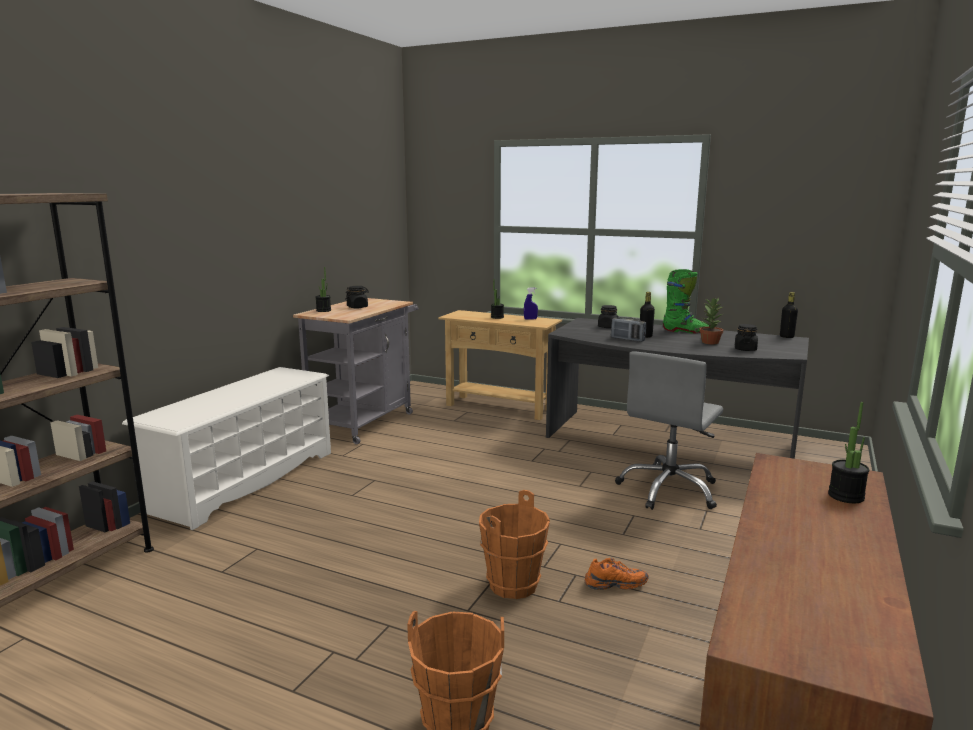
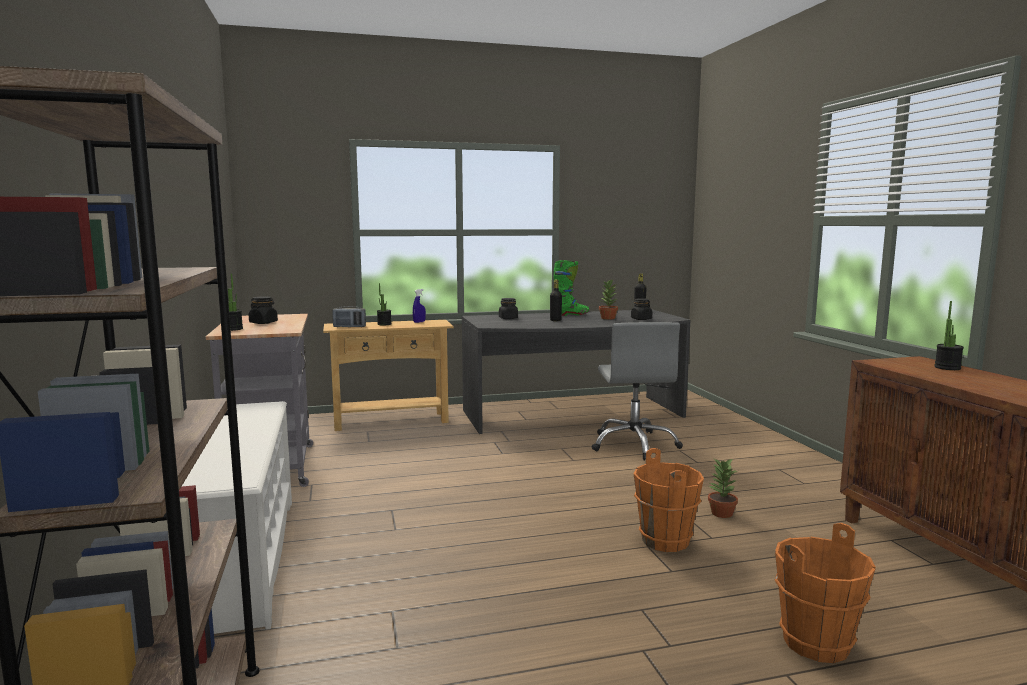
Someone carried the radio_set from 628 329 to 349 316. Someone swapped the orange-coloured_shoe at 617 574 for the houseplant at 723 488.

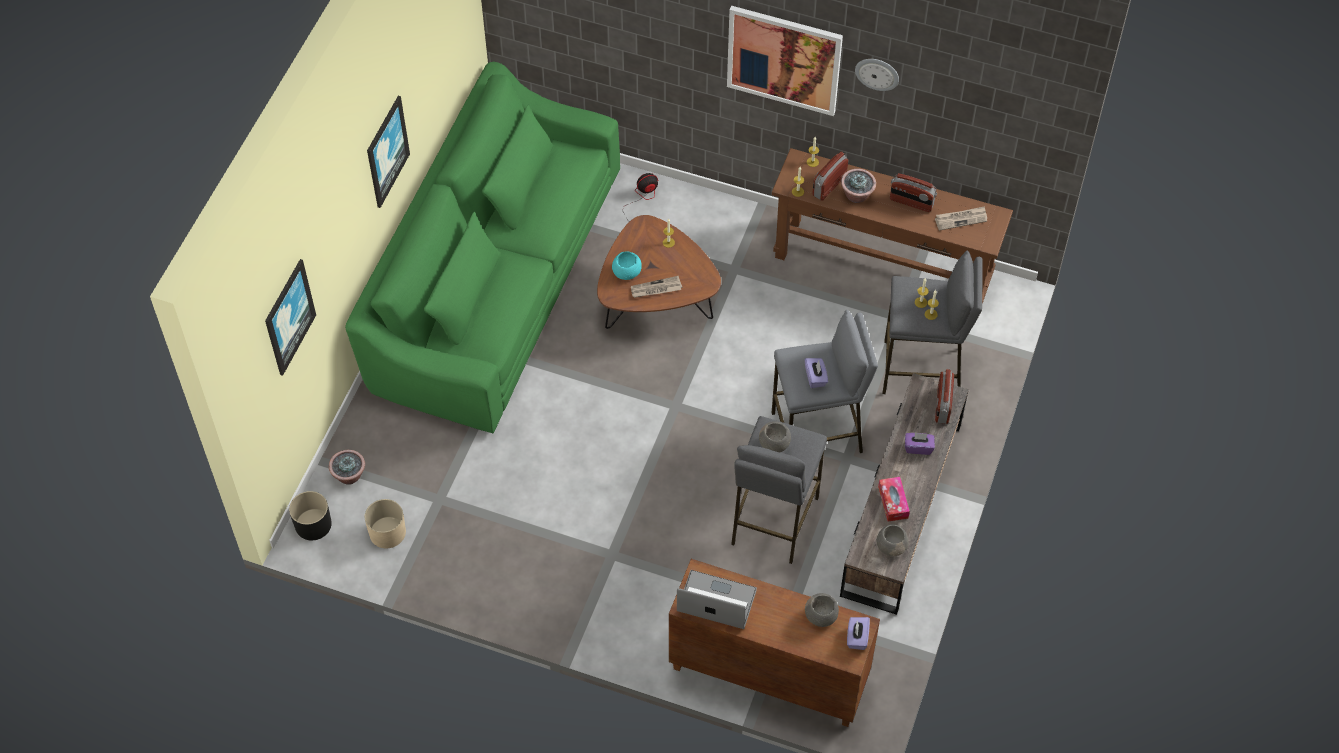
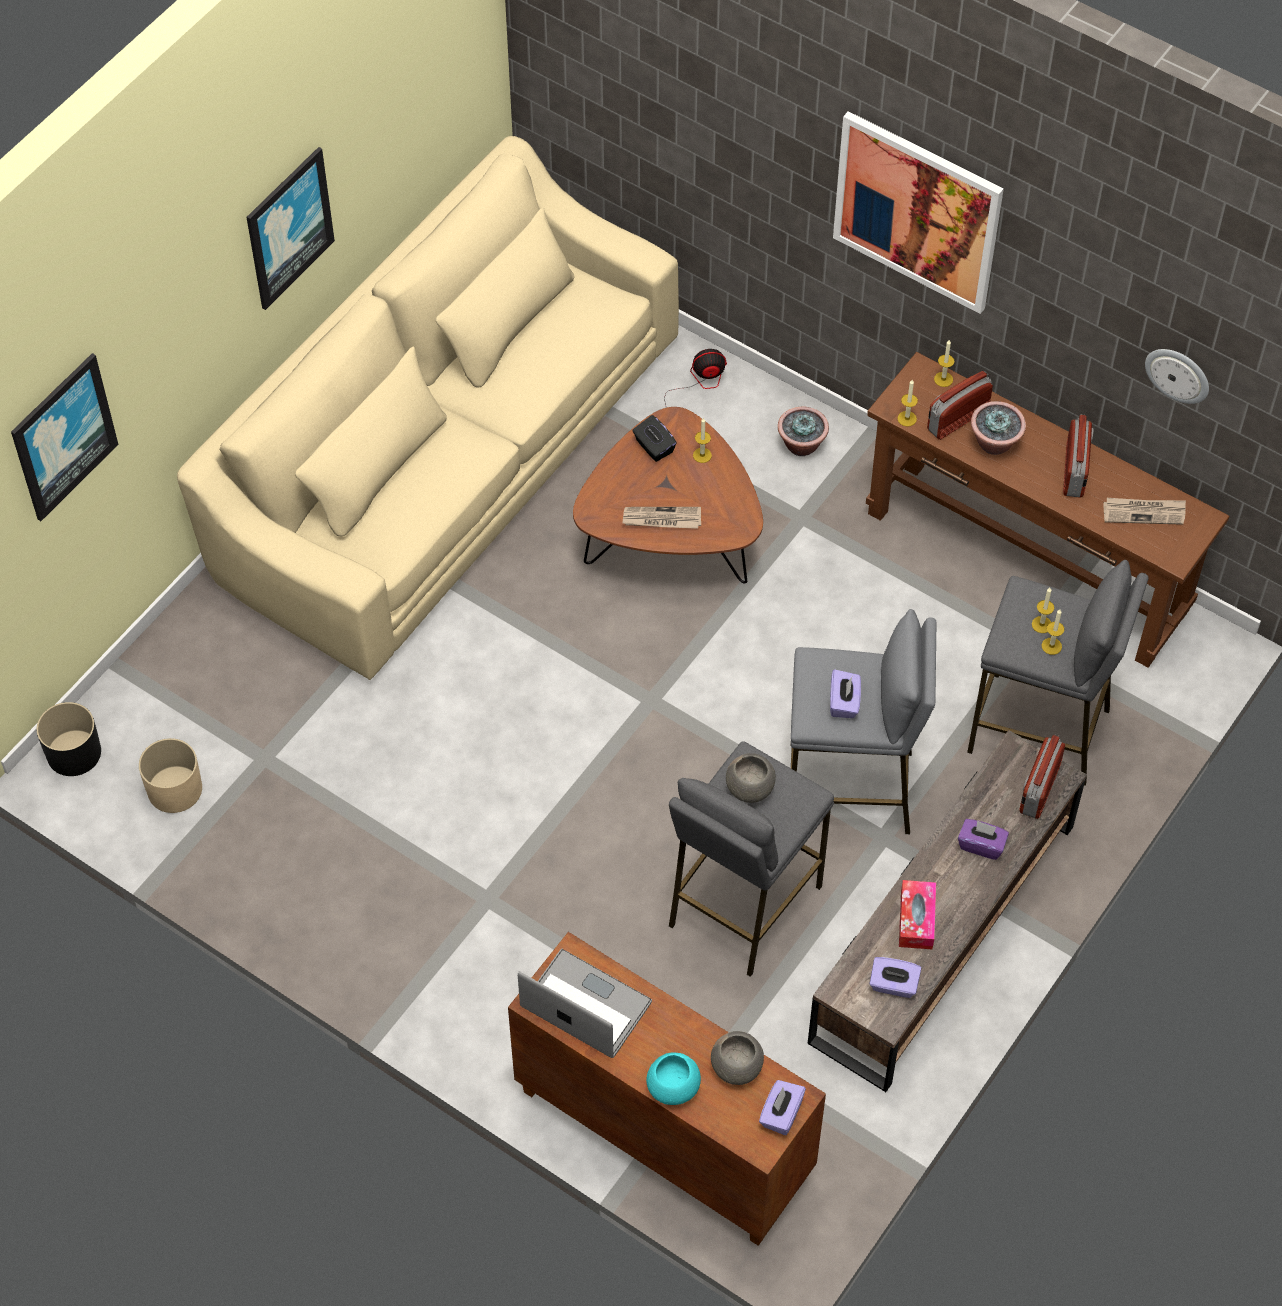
Someone carried the hanging_clock from 877 75 to 1177 376. Someone repainted the green-coloured_sofa at 482 247, which became the beige-coloured_sofa at 428 408. Someone rotated the radio_set at 913 192 by 120 degrees counterclockwise. Someone carried the blue-green_bowl from 627 266 to 673 1079. Someone carried the houseplant from 347 467 to 803 431. Someone swapped the grey_bowl at 893 540 for the purplish_tissue_box at 895 977. Someone put down the black-coloured_tissue_box at 655 438.

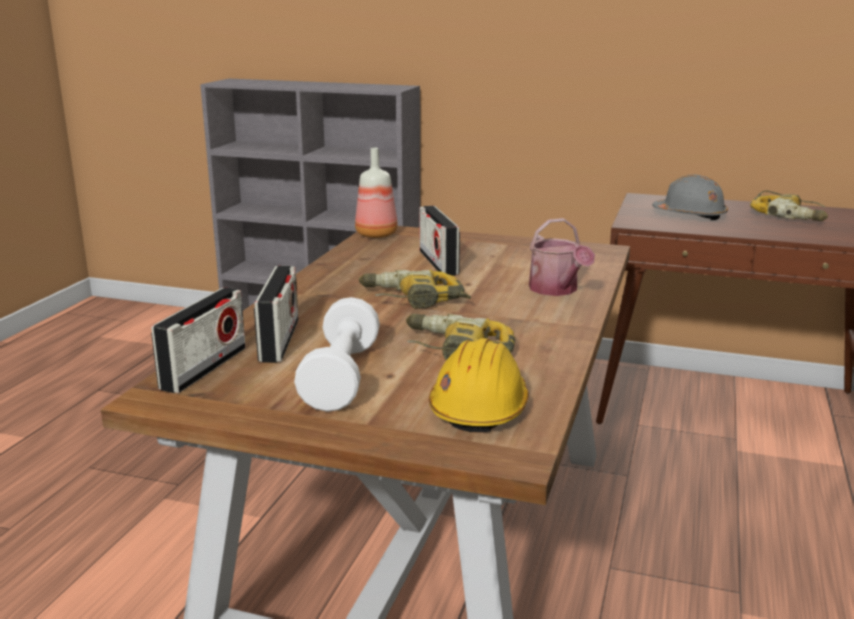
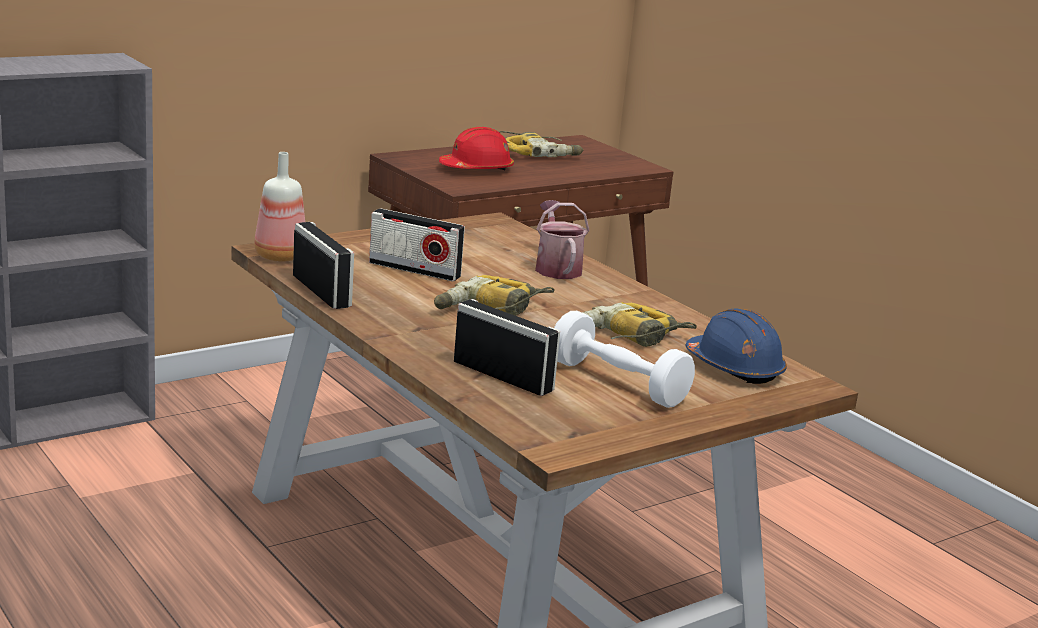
Someone repainted the grey_hard_hat at 690 197, which became the reddish_hard_hat at 476 148. Someone rotated the watering_pot at 562 257 by 120 degrees counterclockwise. Someone carried the radio_set from 198 340 to 323 265. Someone repainted the yellowish_hard_hat at 479 385, which became the blue_hard_hat at 736 346.

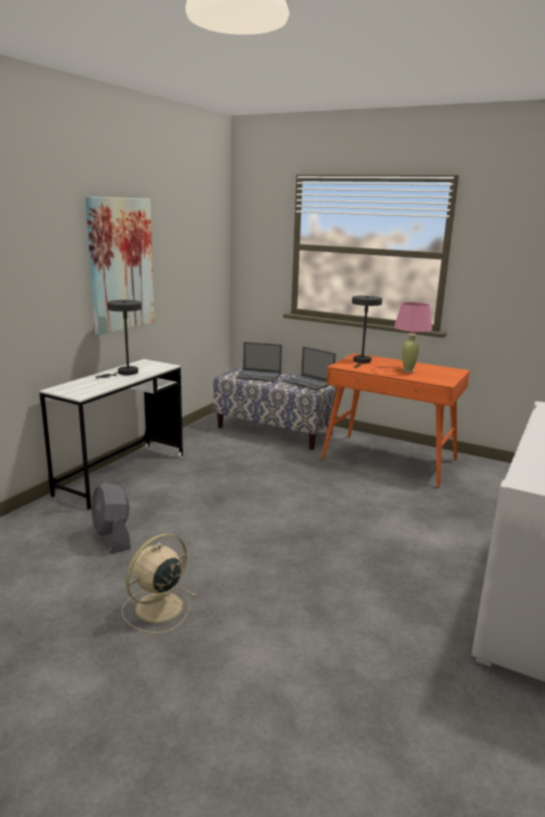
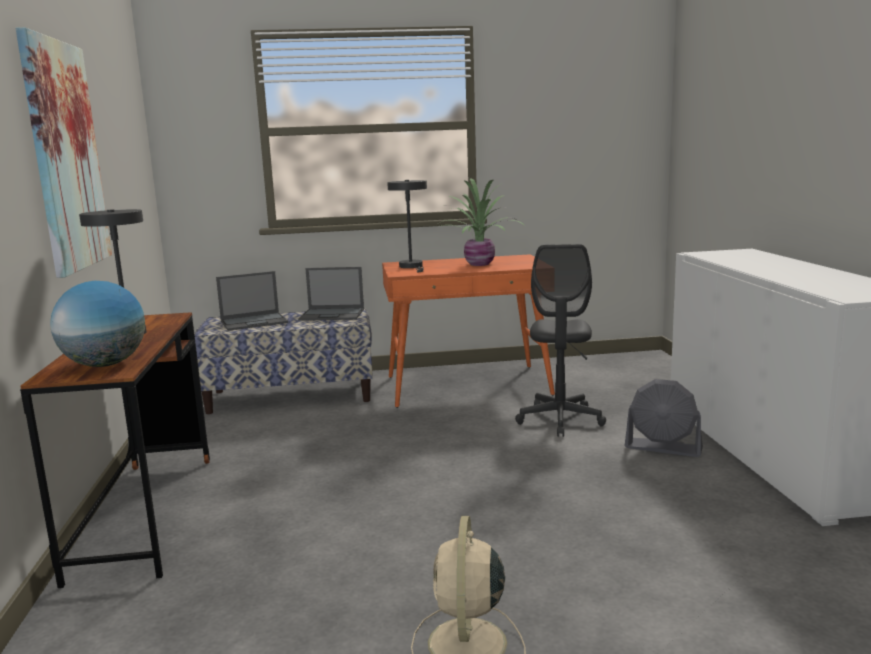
Someone swapped the pink-coloured_tabletop_lamp at 413 337 for the houseplant at 482 222. Someone repainted the white-coloured_desk_table at 112 434, which became the brown-coloured_desk_table at 115 450. Someone carried the grey_electric_fan from 111 518 to 663 418. Someone put down the grey_computer_chair at 560 340. Someone put down the globe at 97 324.

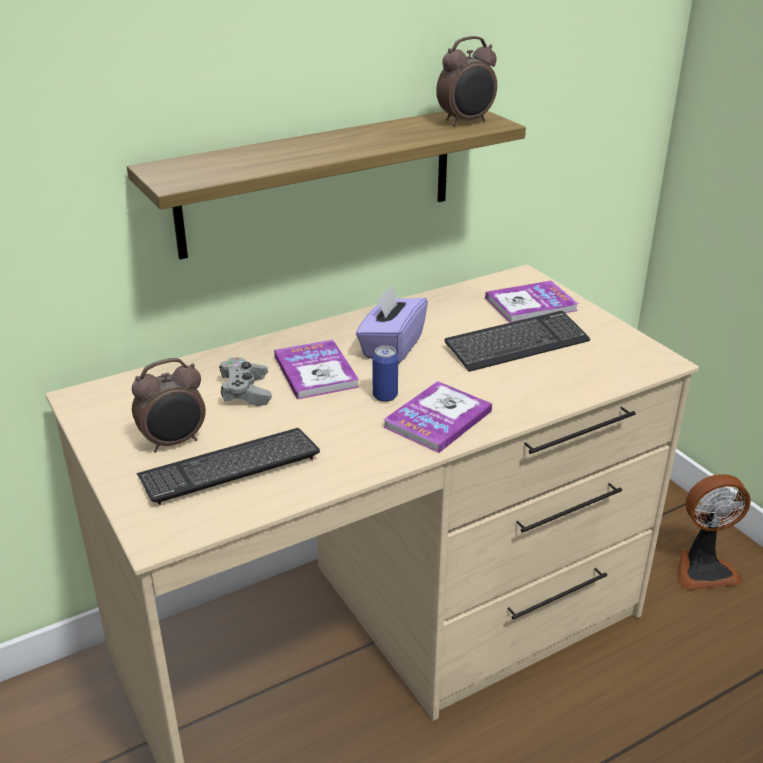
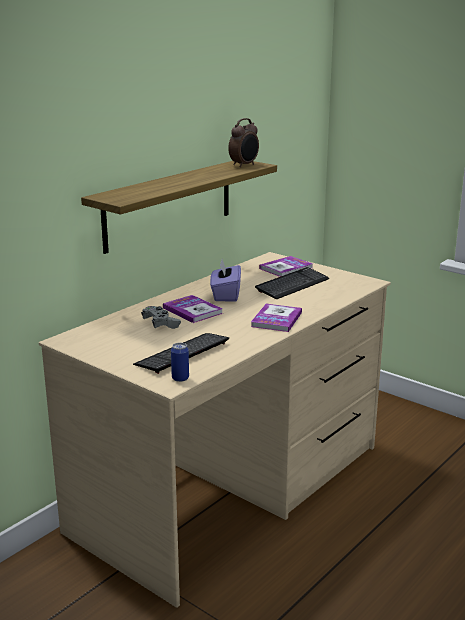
Someone carried the can from 385 374 to 180 362. Someone took away the alarm_clock at 169 405. Someone took away the electric_fan at 714 532.

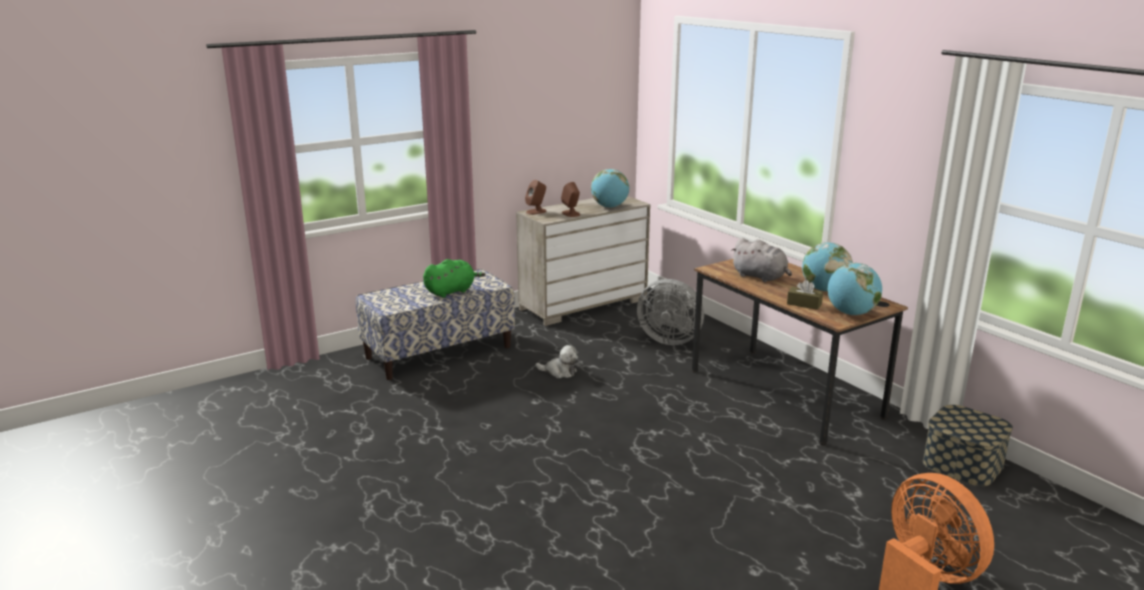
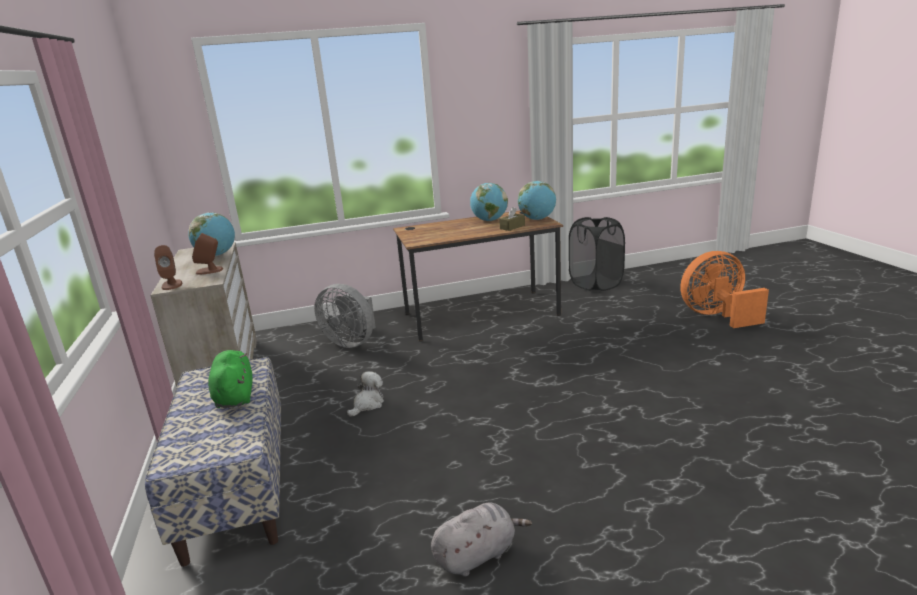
Someone carried the grey_cuddly_toy from 761 260 to 481 539. Someone rotated the grey_electric_fan at 670 312 by 75 degrees clockwise. Someone swapped the storage_box at 968 445 for the black-coloured_laundry_basket at 597 254.

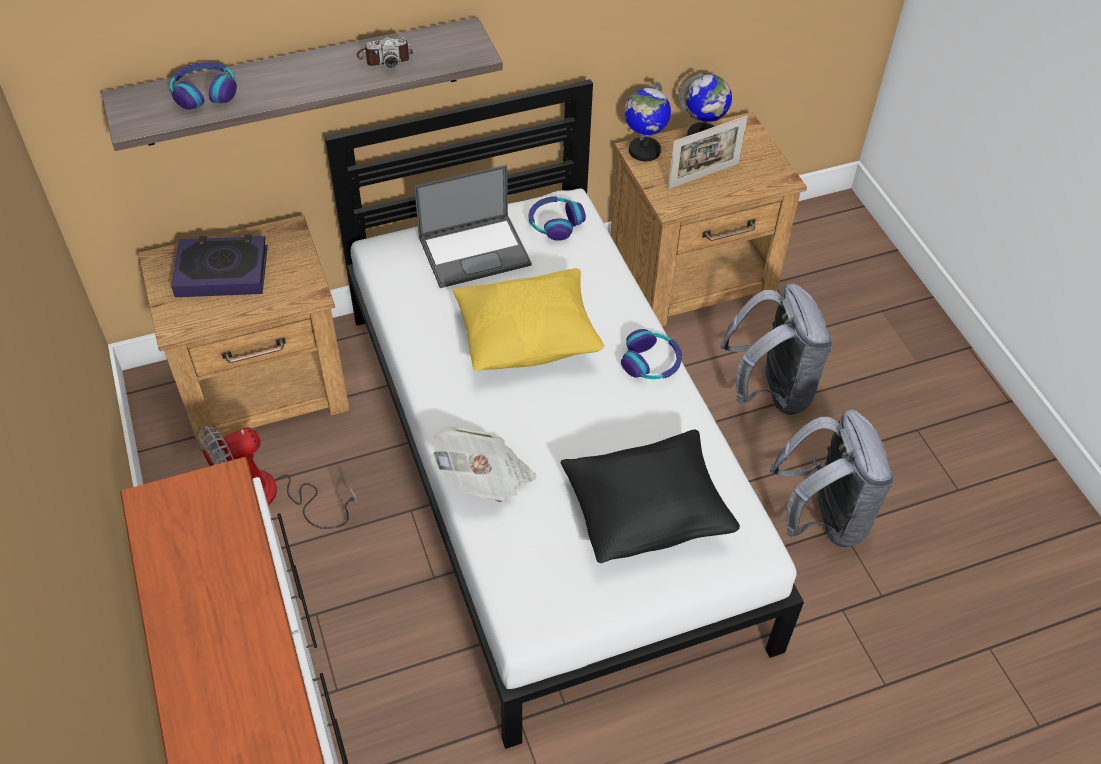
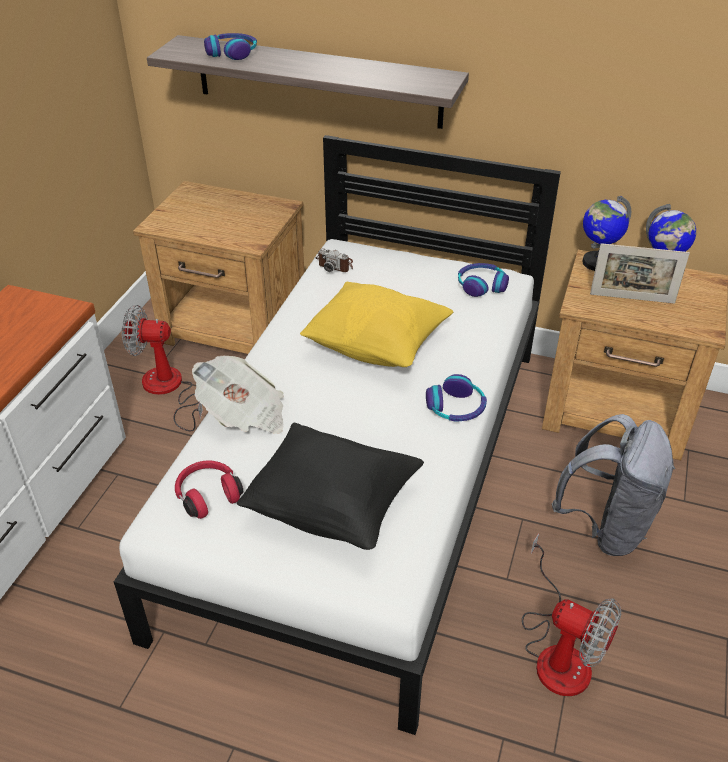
Someone carried the still_camera from 384 52 to 334 260. Someone took away the portable_computer at 472 226. Someone took away the volume at 219 265. Someone swapped the grey_rucksack at 831 479 for the electric_fan at 571 614. Someone put down the reddish_pair_of_headphones at 209 490.

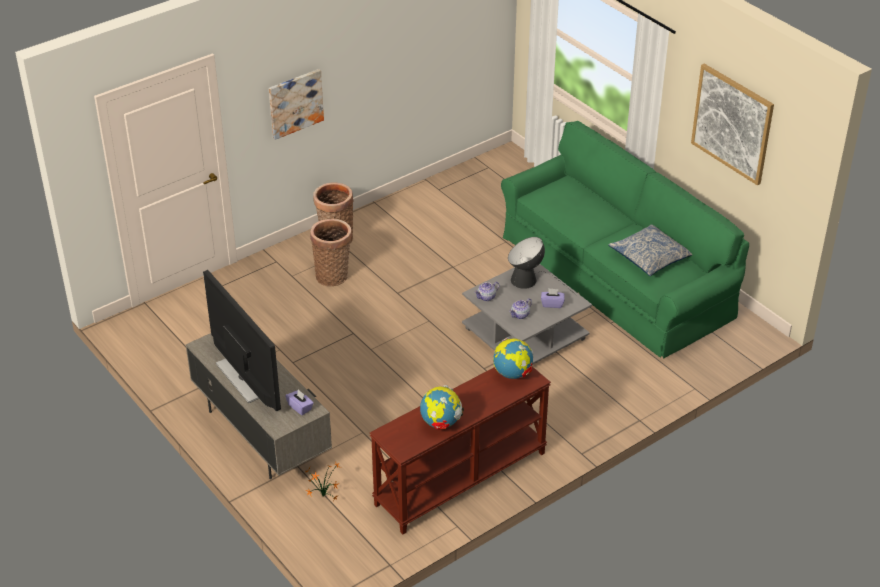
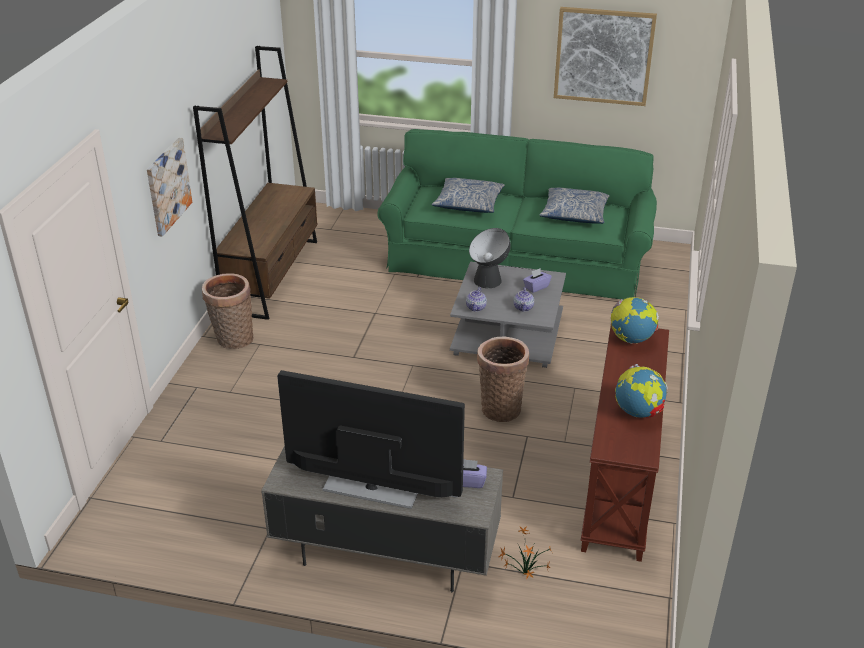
Someone carried the household_basket from 331 252 to 503 379. Someone put down the brown-coloured_bookcase at 255 183. Someone put down the pillow at 468 195.

